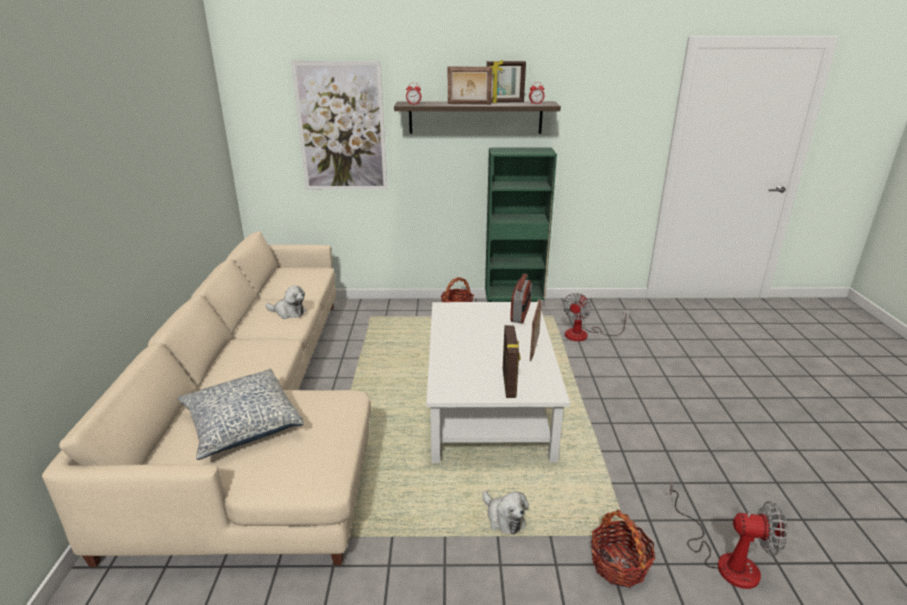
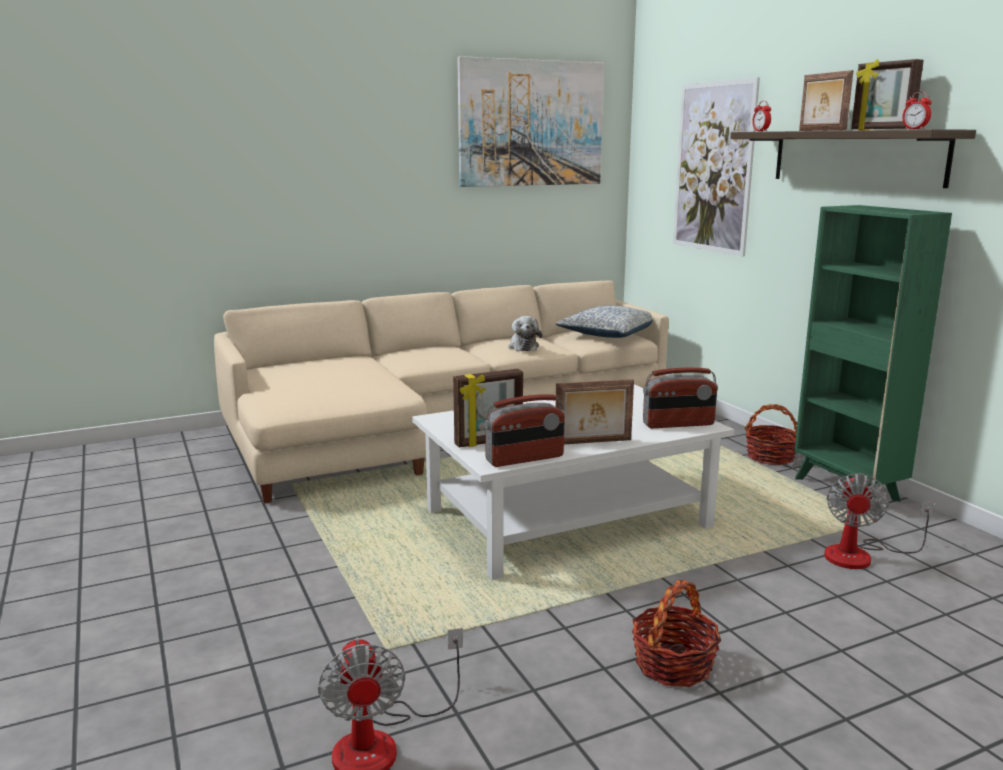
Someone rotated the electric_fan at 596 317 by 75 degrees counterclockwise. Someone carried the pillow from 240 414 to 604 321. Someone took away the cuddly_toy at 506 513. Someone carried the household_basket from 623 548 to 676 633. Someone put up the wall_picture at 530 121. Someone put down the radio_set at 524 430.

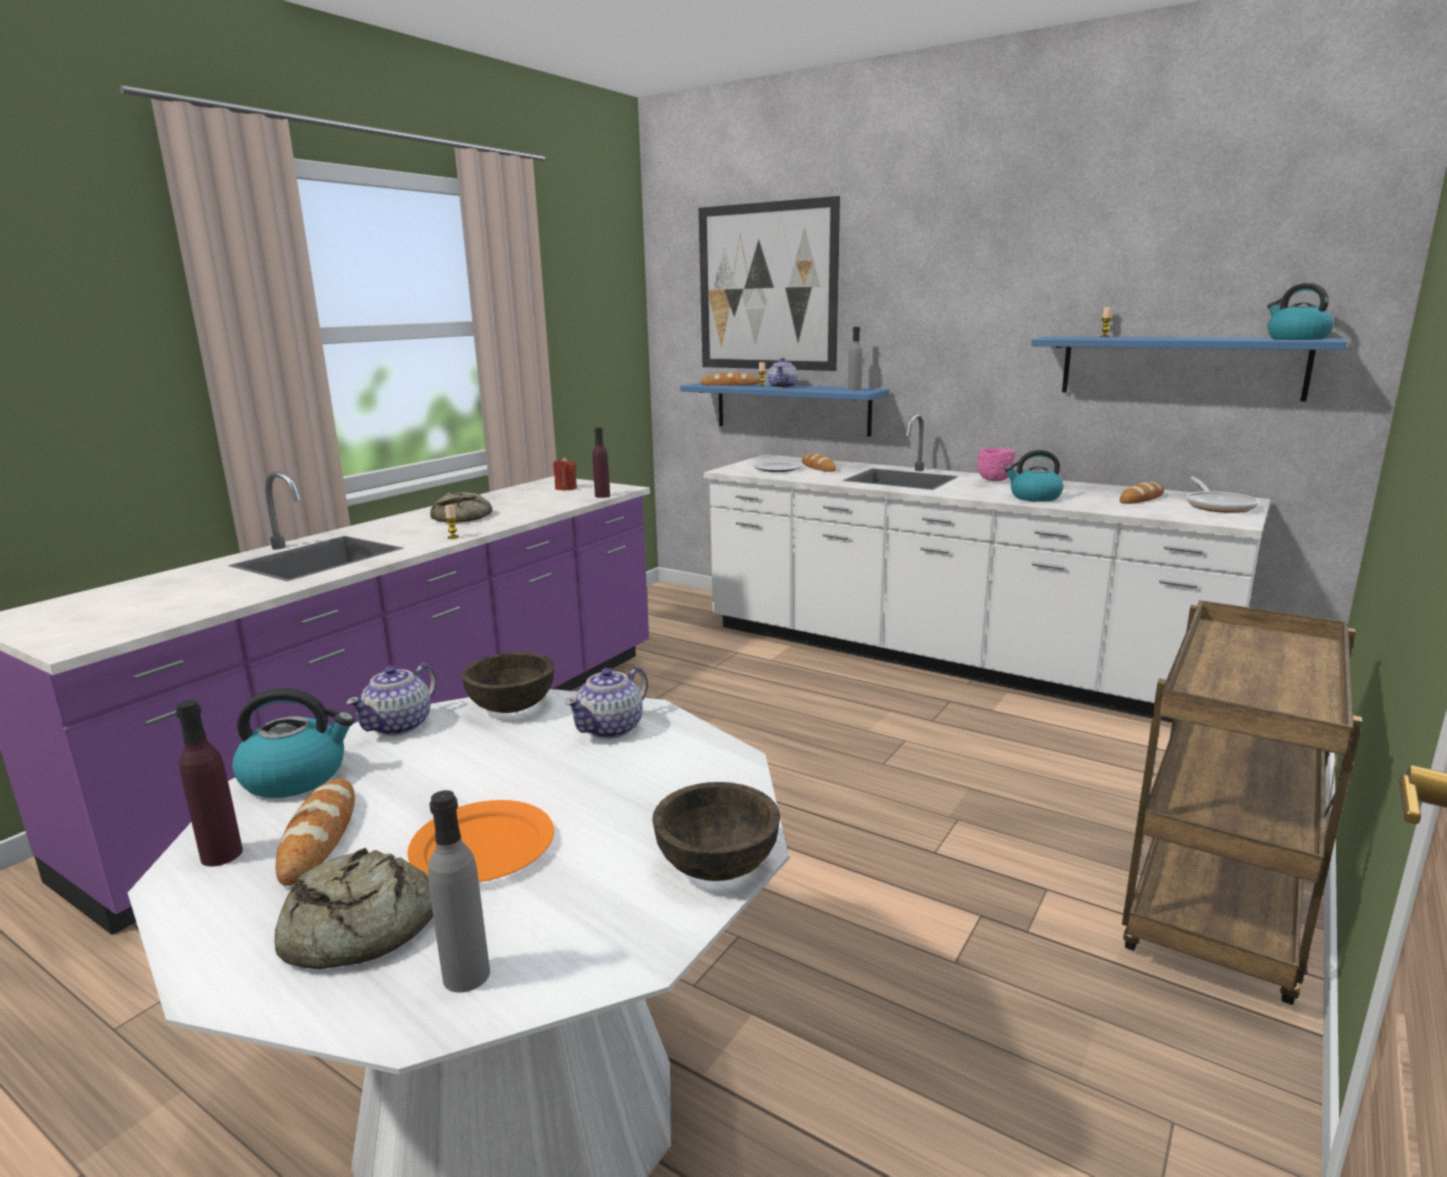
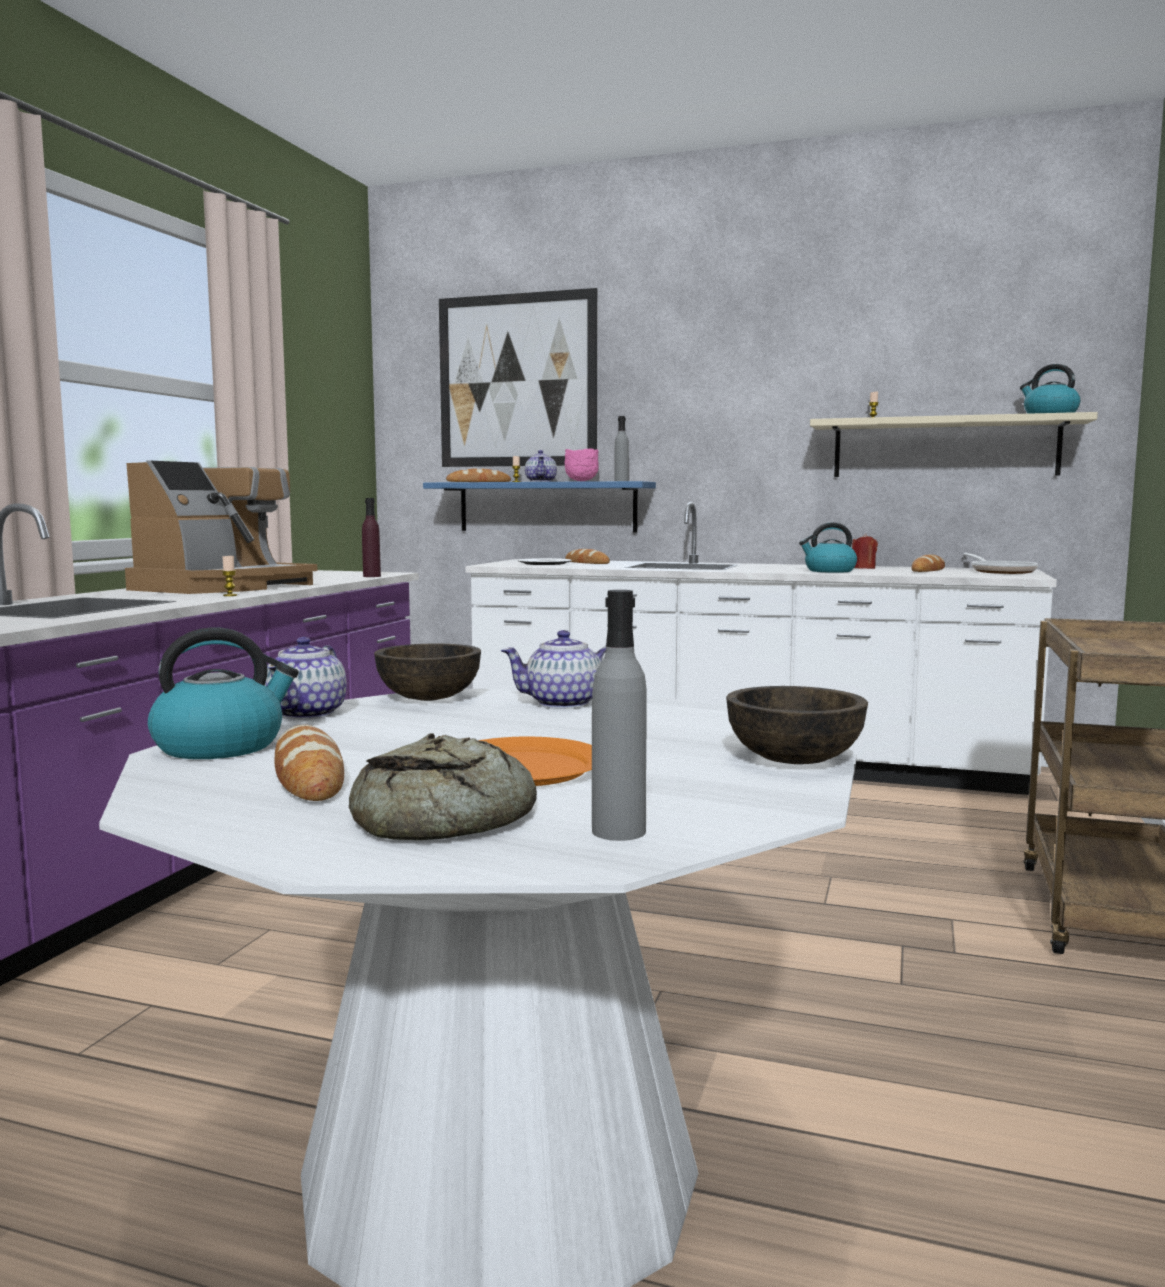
Someone repainted the blue_shelf at 1189 369, which became the beige-coloured_shelf at 954 444. Someone carried the pink-coloured_bowl from 996 464 to 581 465. Someone carried the reddish_wax_light from 565 473 to 865 551. Someone swapped the bakery_bread at 461 507 for the coffee_machine at 221 527. Someone rotated the teapot at 606 703 by 60 degrees clockwise. Someone took away the purplish_drink_bottle at 209 783.

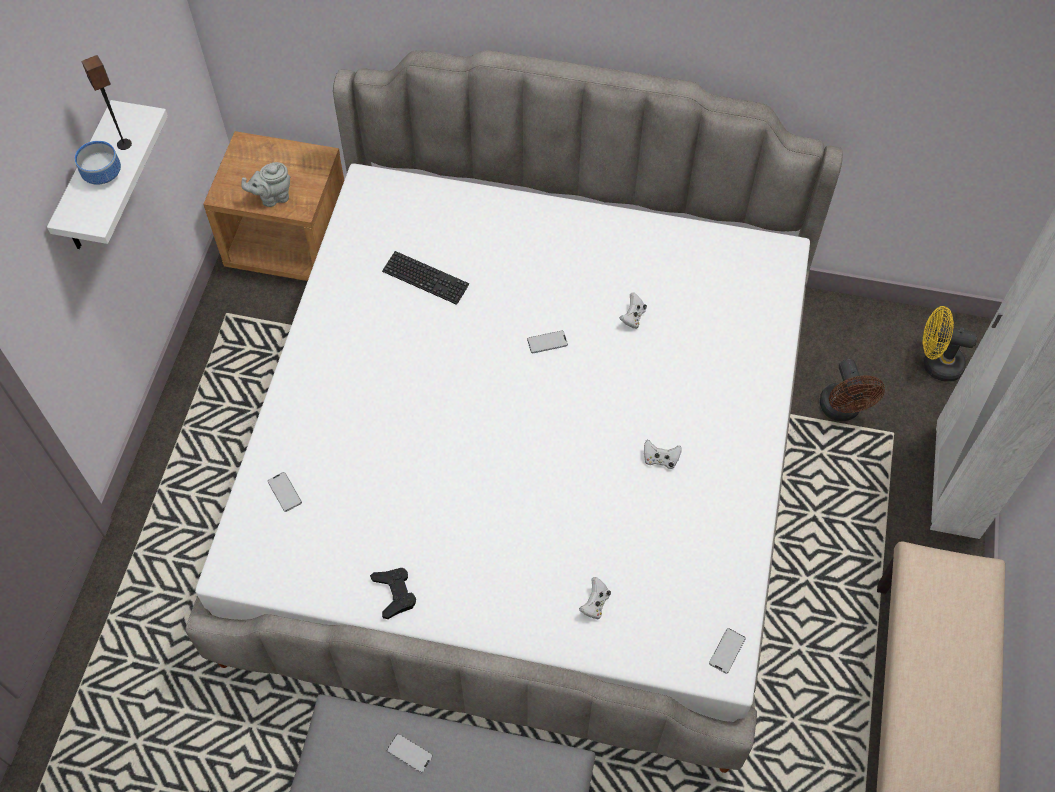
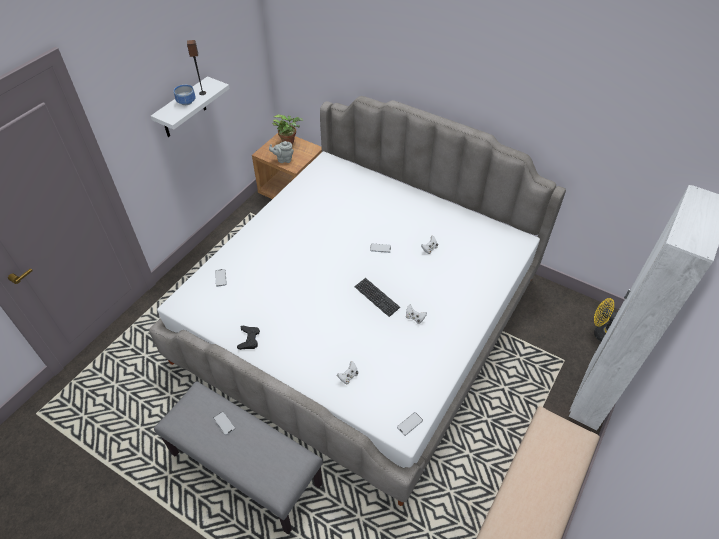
Someone carried the computer_keyboard from 425 278 to 377 297. Someone took away the brown-coloured_electric_fan at 852 390. Someone put down the houseplant at 287 129.

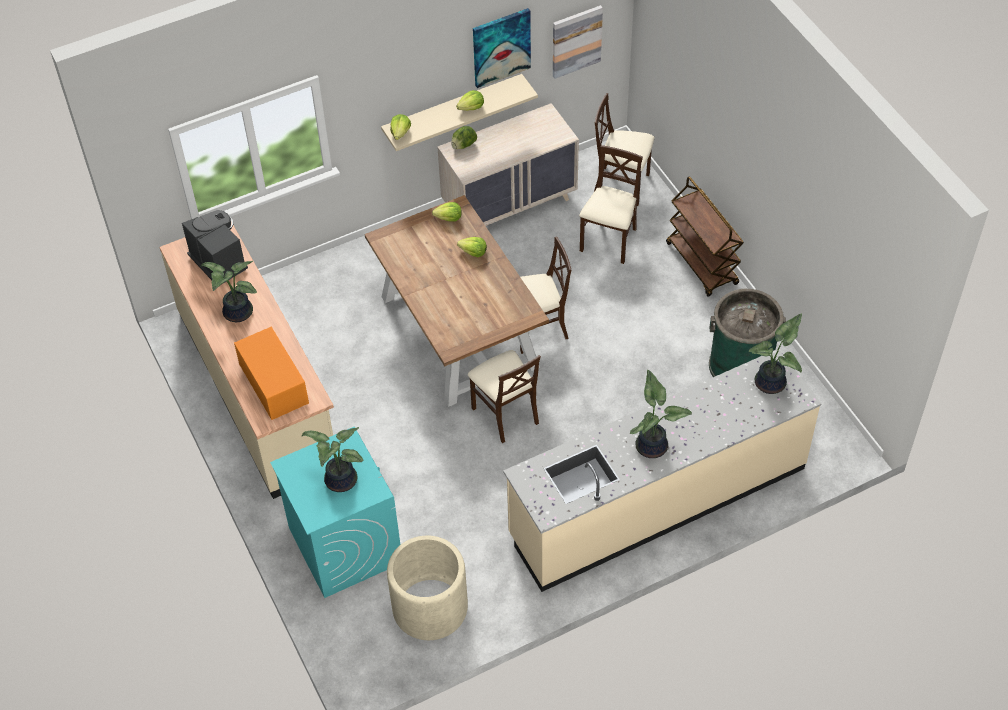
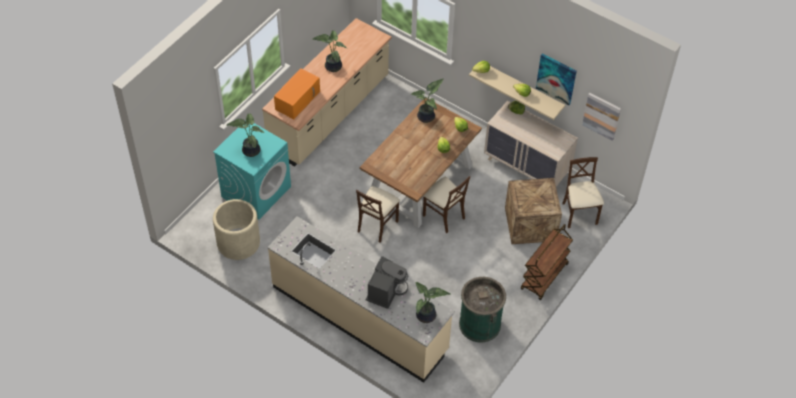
Someone swapped the beige-coloured_plain_chair at 611 204 for the shipping_crate at 533 211. Someone carried the coffee_machine from 215 247 to 387 282. Someone carried the houseplant from 661 414 to 427 100.

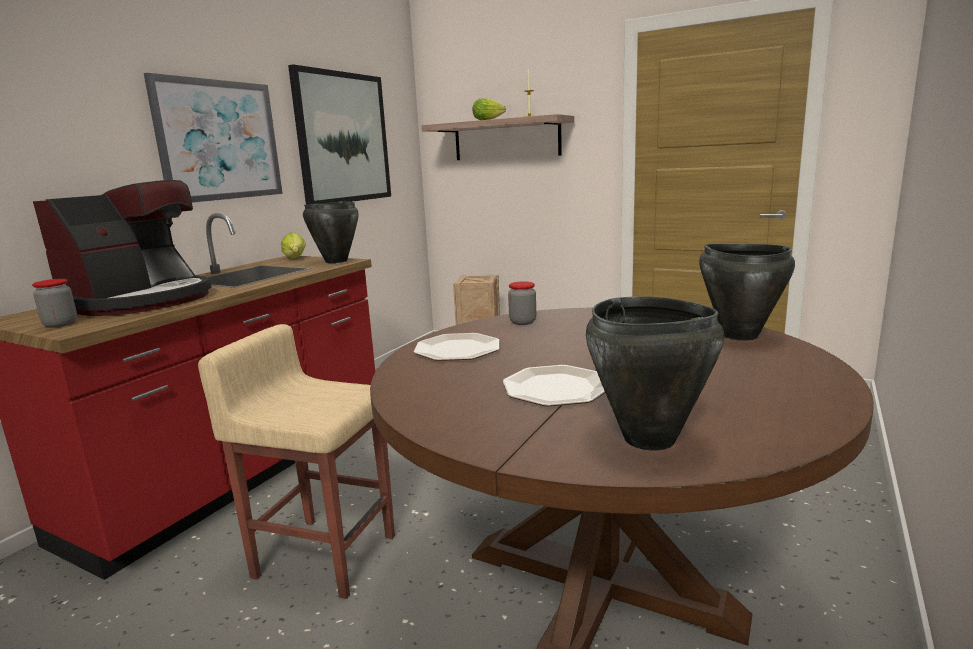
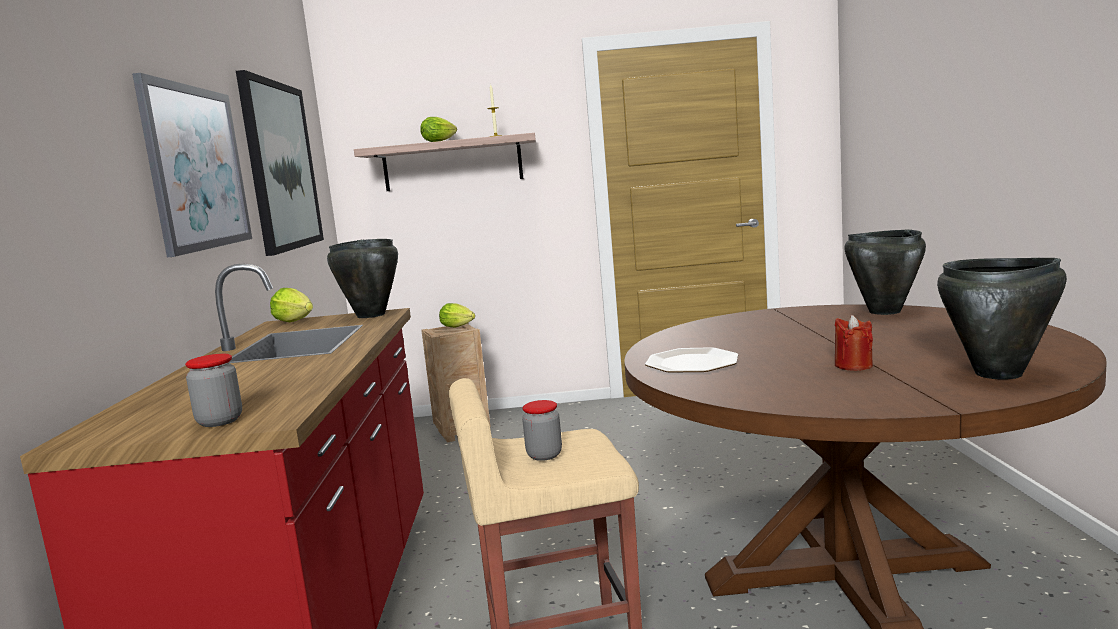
Someone took away the coffee_machine at 122 248. Someone carried the preserve_jar from 522 303 to 542 430. Someone swapped the plate at 554 385 for the reddish_wax_light at 854 343. Someone put down the lettuce_head at 457 315.

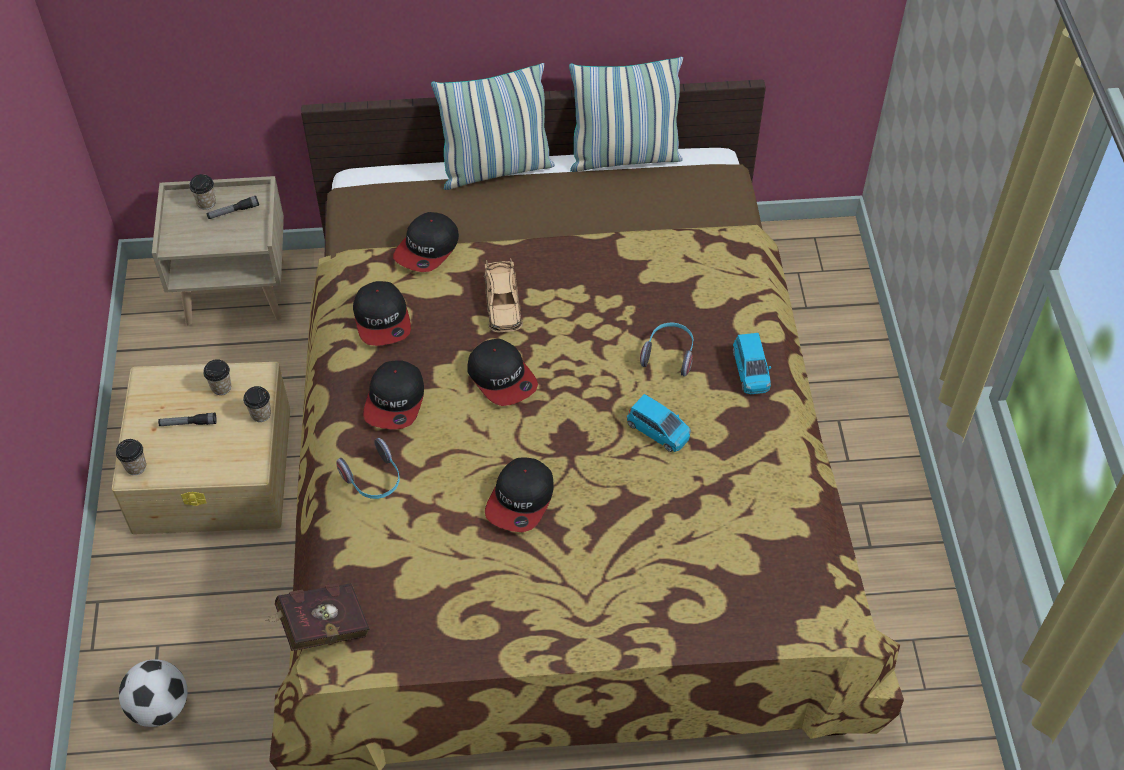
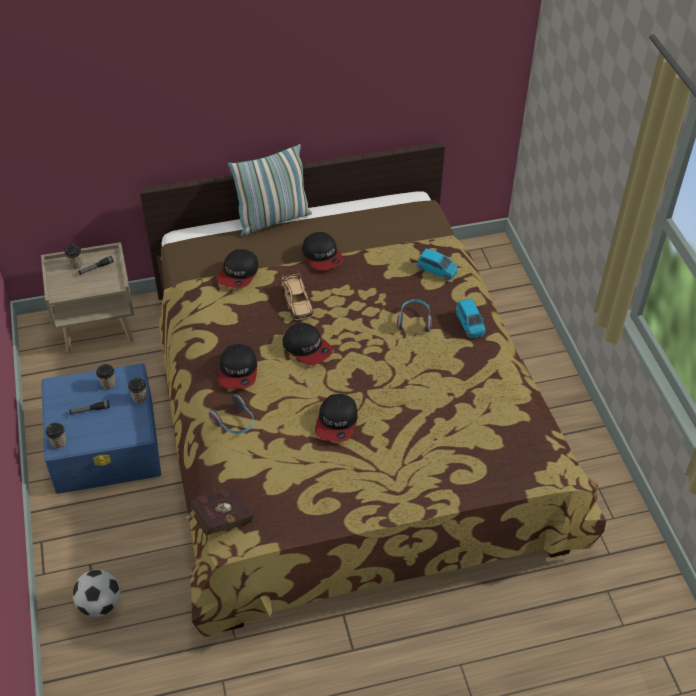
Someone took away the pillow at 626 114. Someone carried the baseball_cap from 382 313 to 323 251. Someone repainted the beige-coloured_storage_box at 201 448, which became the blue_storage_box at 101 428. Someone carried the blue_toy_car from 659 423 to 437 264.

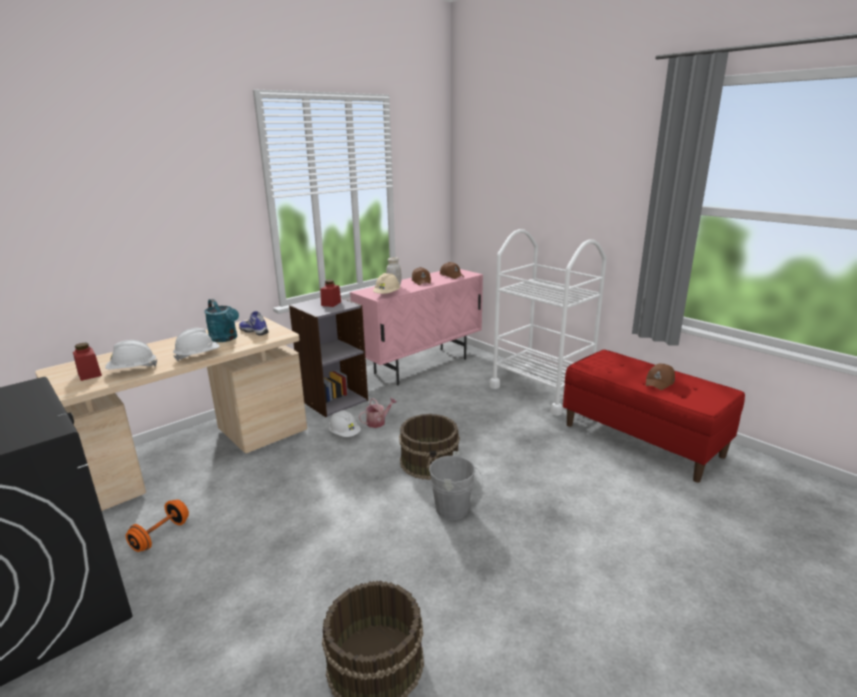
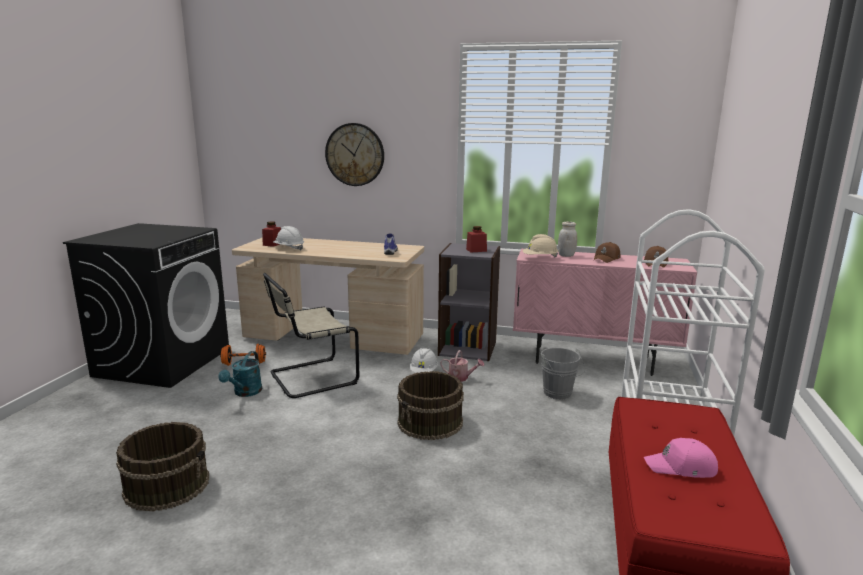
Someone carried the blue-green_watering_pot from 221 320 to 240 374. Someone took away the white-coloured_hard_hat at 196 344. Someone repainted the brown-coloured_baseball_cap at 660 377, which became the pink-coloured_baseball_cap at 681 458. Someone carried the grey_bucket from 456 485 to 563 373. Someone put up the hanging_clock at 354 154. Someone put down the beige-coloured_plain_chair at 311 335.

